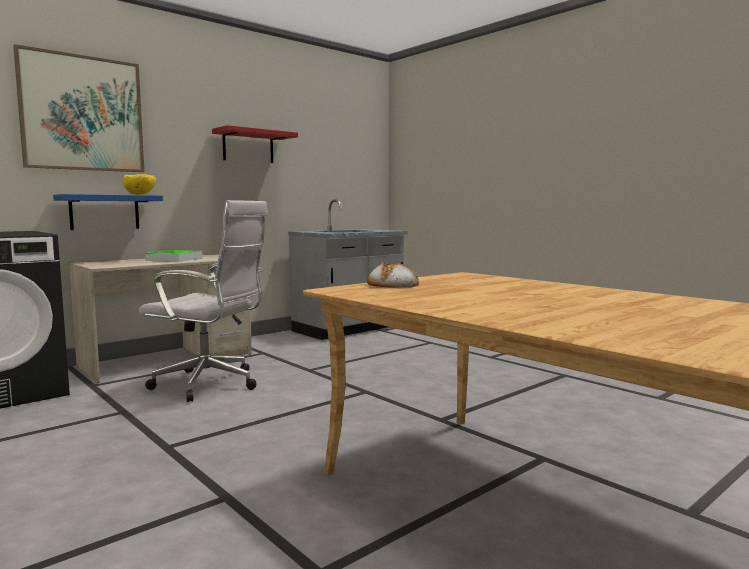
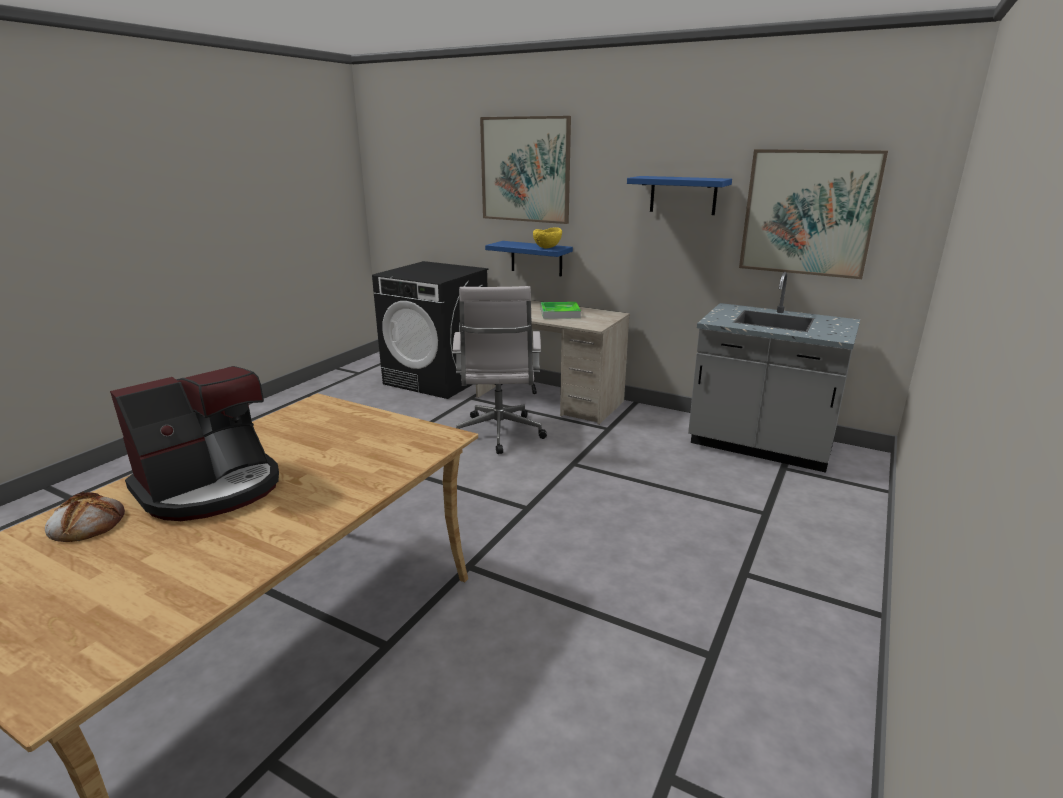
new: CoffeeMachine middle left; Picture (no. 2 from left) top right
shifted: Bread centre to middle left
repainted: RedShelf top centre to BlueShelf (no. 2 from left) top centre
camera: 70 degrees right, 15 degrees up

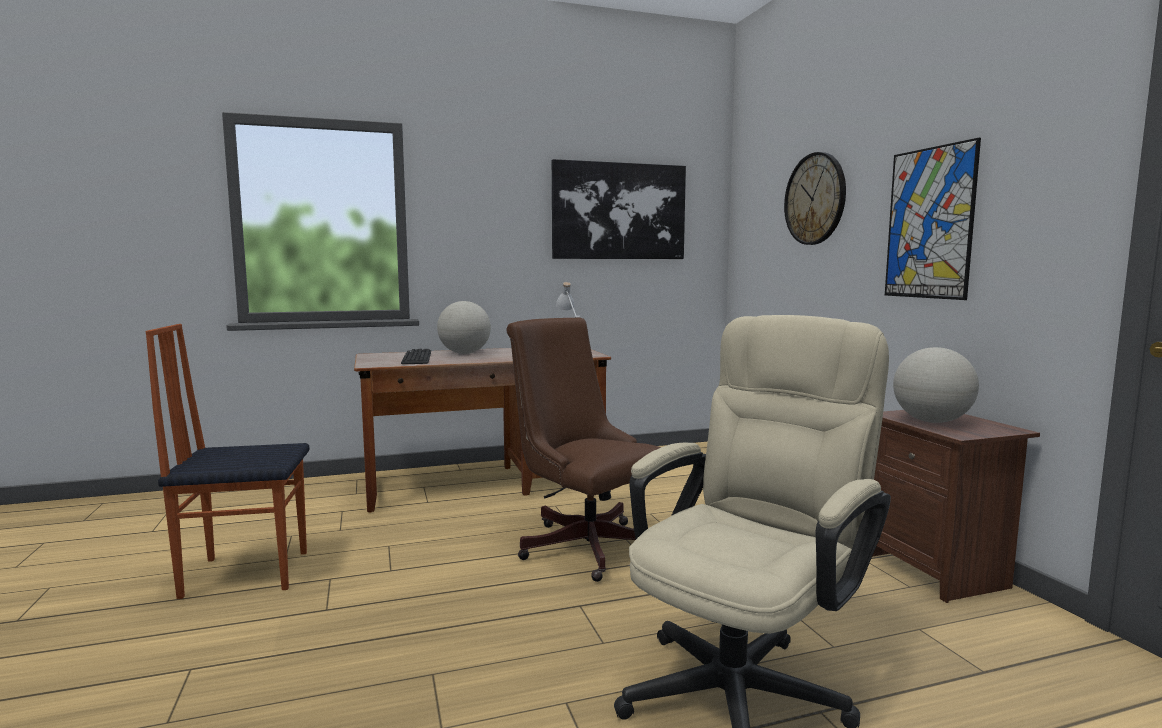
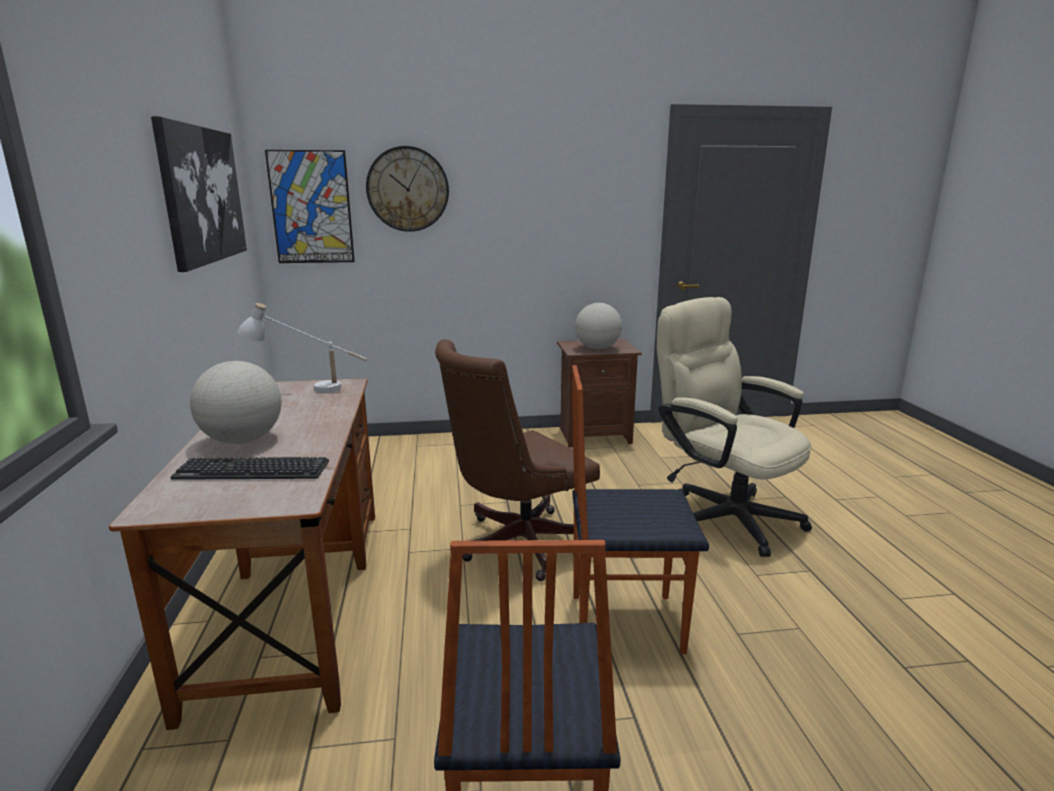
new: Chair (no. 2 from left) centre
shifted: Picture (no. 2 from left) top right to top left
camera: 80 degrees left, 10 degrees up

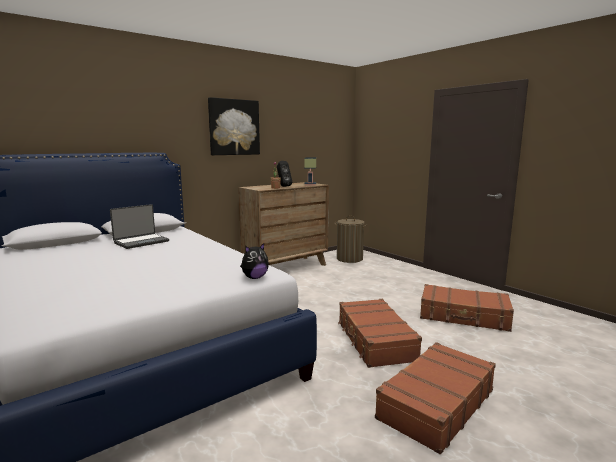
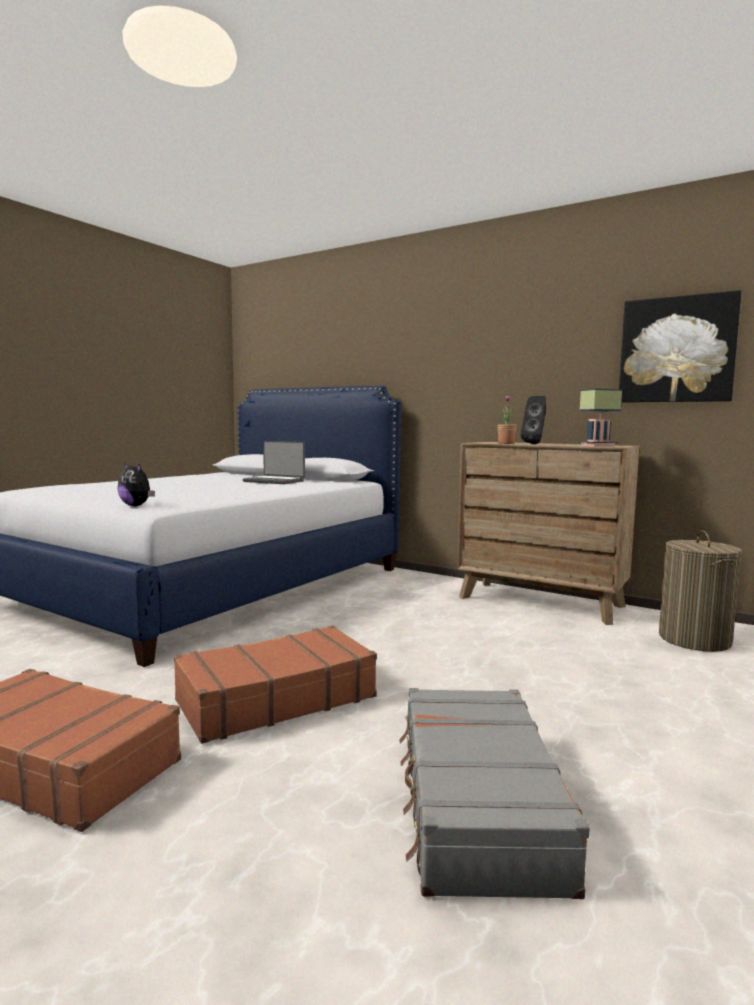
shifted: Picture top centre to middle right
repainted: BrownSuitcase (no. 3 from left) bottom right to GreySuitcase bottom centre
camera: 70 degrees right, 5 degrees down

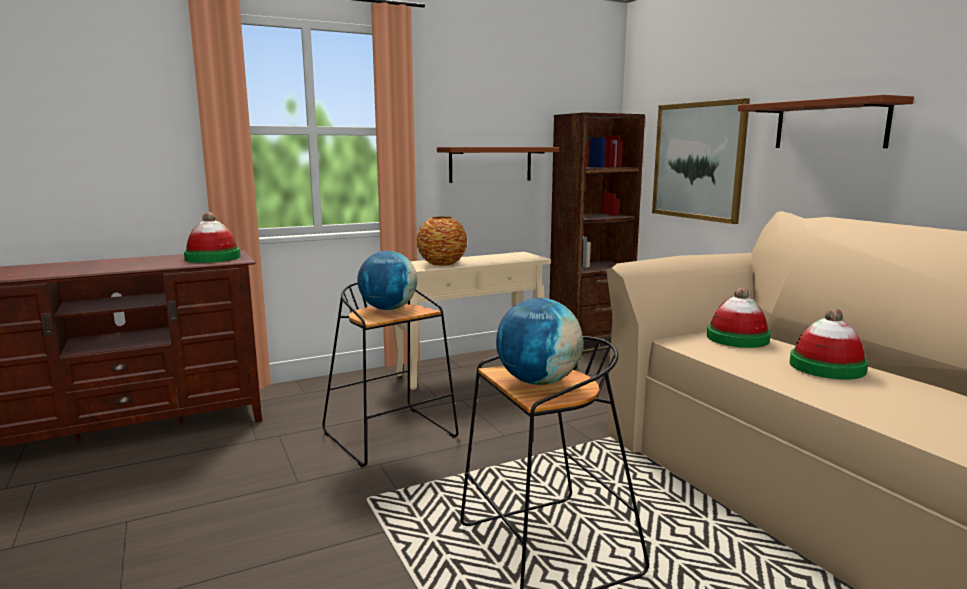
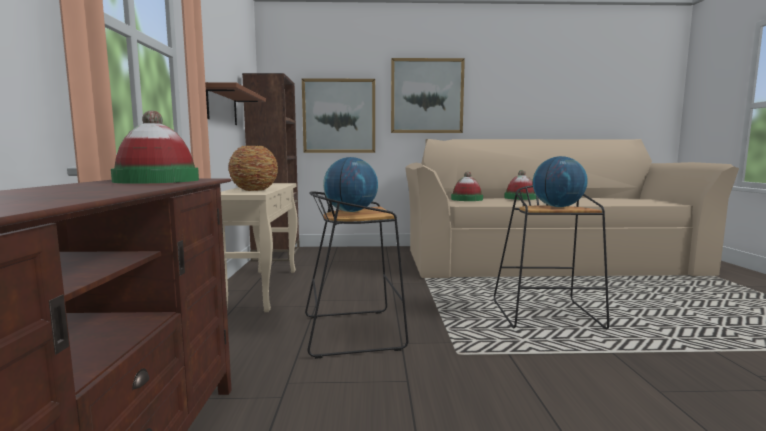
swapped: BrownShelf (no. 2 from left) top right to Picture (no. 2 from left) top centre
camera: 65 degrees left, 5 degrees down

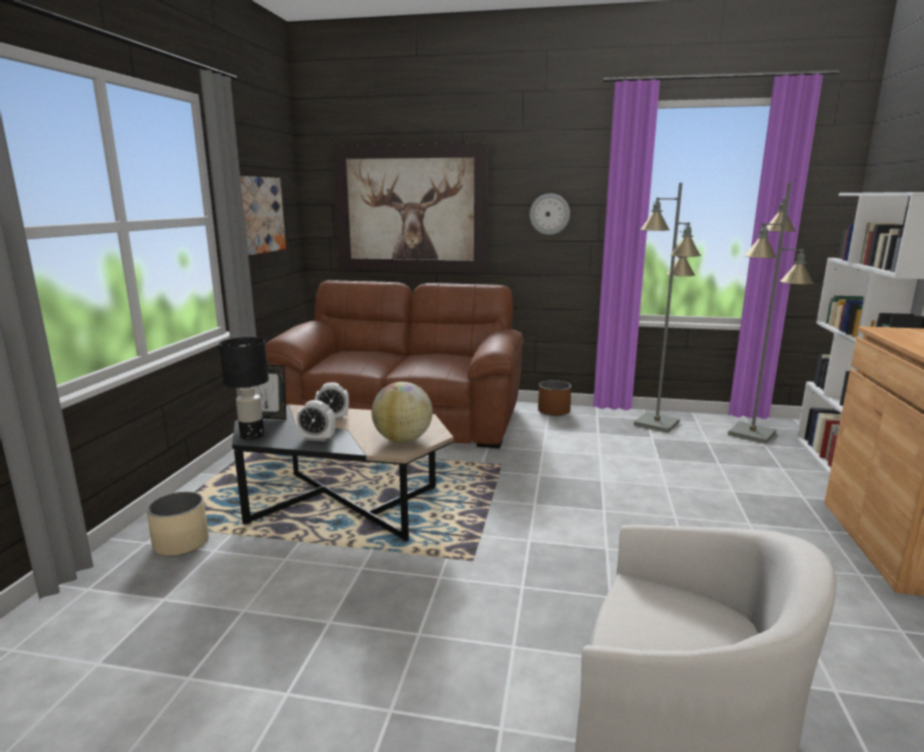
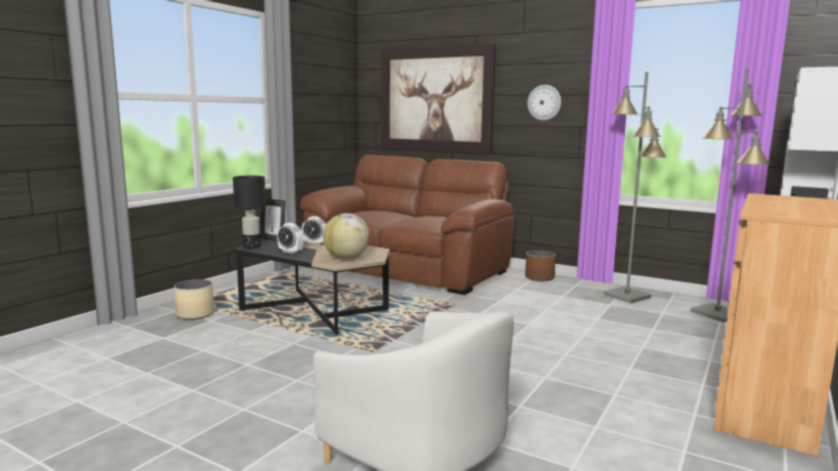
gone: Picture (no. 1 from left) top left
camera: 20 degrees right, 5 degrees down

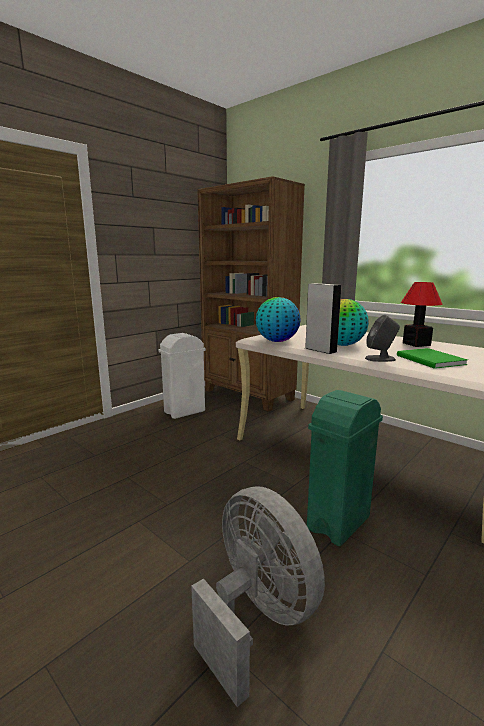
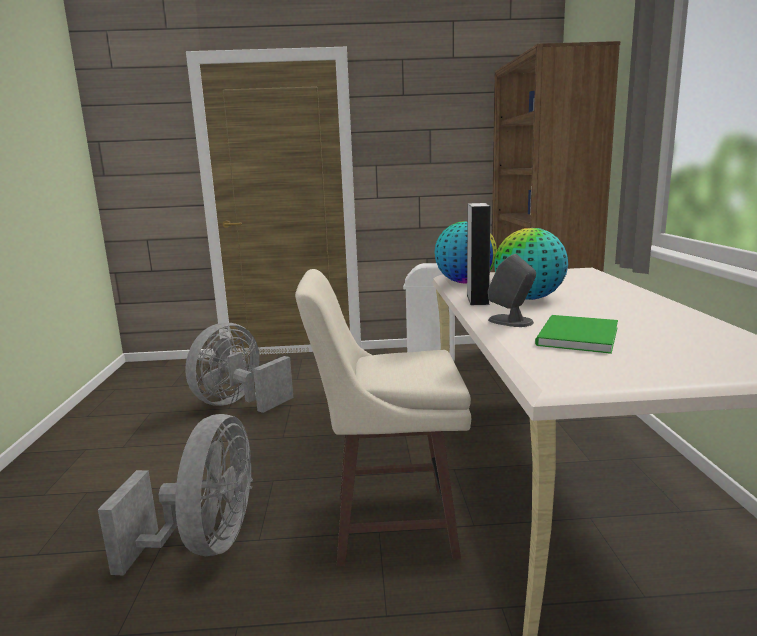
gone: TableLamp middle right
new: GreyFan (no. 2 from left) middle left
swapped: GreenTrashCan middle right to BeigeStool centre
camera: 45 degrees right, 0 degrees up

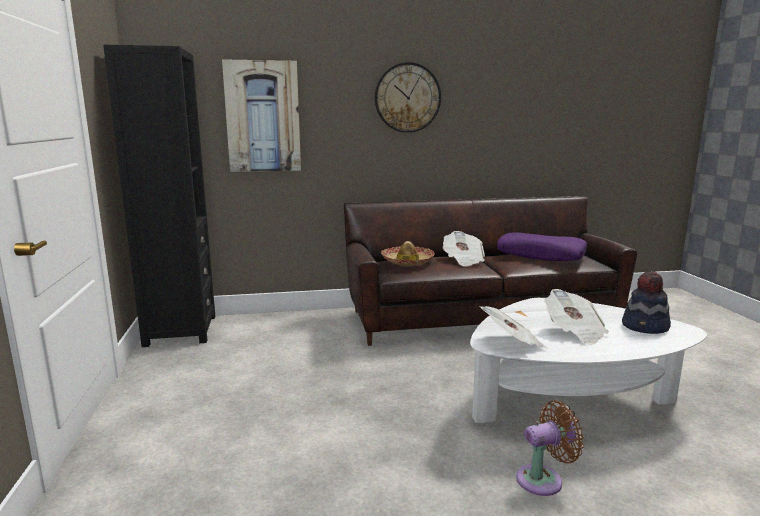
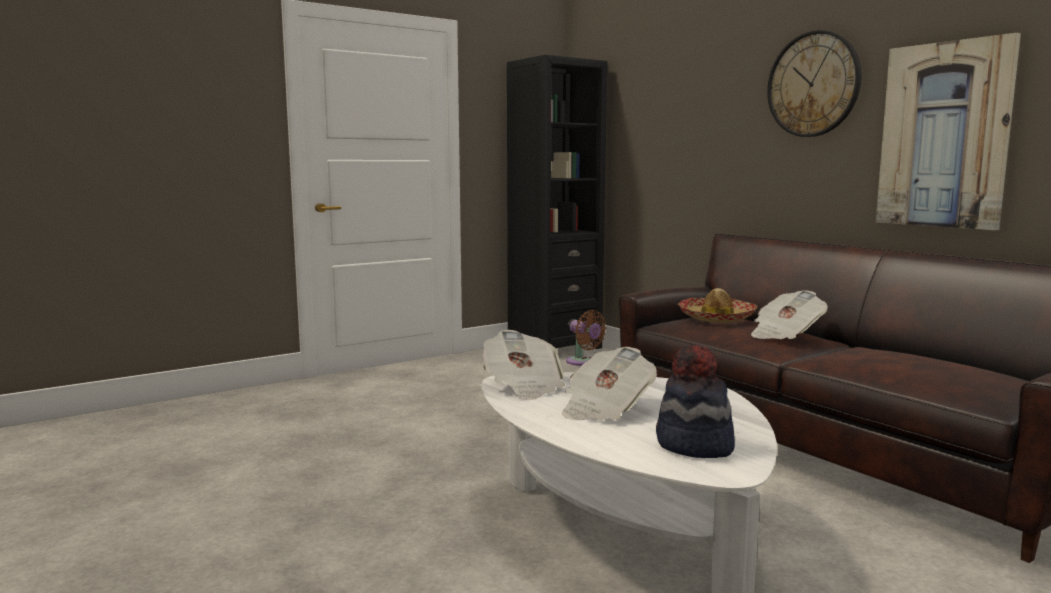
gone: PurplePillow middle right
shifted: Picture top centre to top right; BrownFan bottom right to centre
camera: 65 degrees right, 5 degrees down

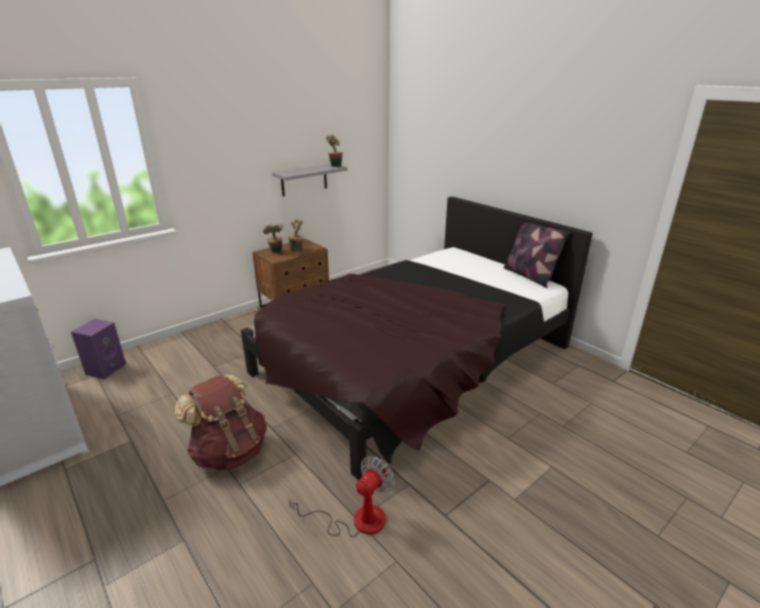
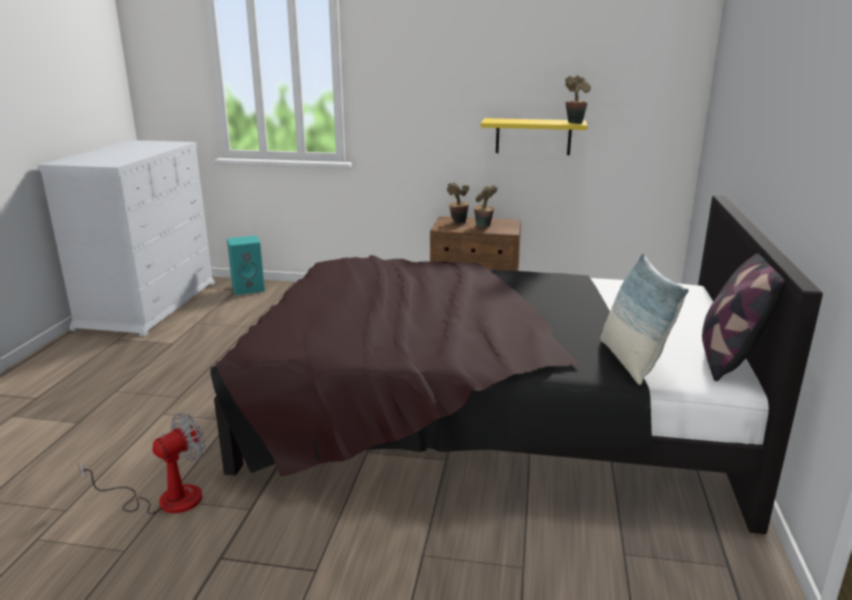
gone: BrownBackpack bottom left
new: Pillow (no. 1 from left) middle right
repainted: PurpleSpeaker middle left to TurquoiseSpeaker middle left; GreyShelf top centre to YellowShelf top centre
rotated: Fan bottom centre = bottom left 45 degrees counterclockwise
camera: 50 degrees right, 5 degrees down

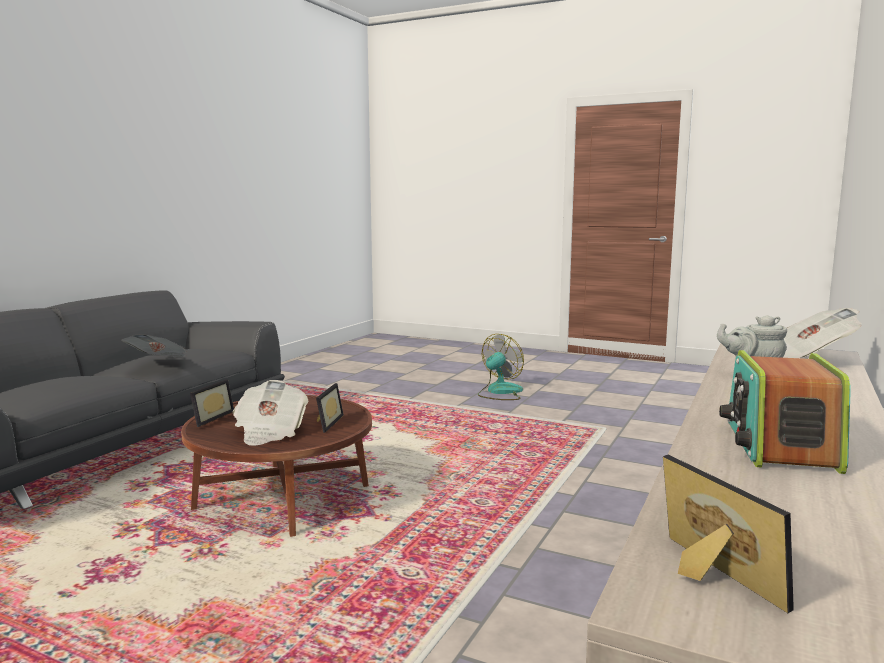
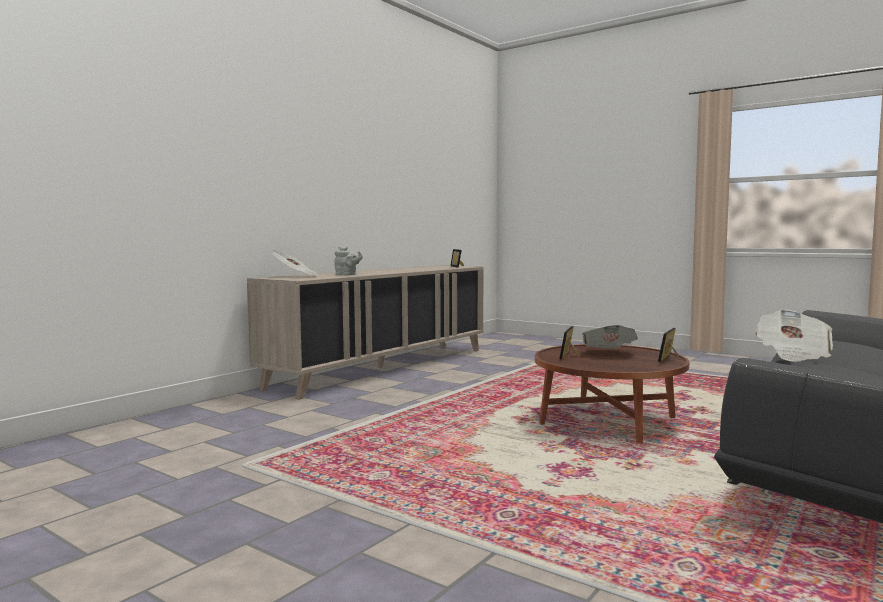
gone: Fan centre; Radio middle right
camera: 170 degrees left, 5 degrees down

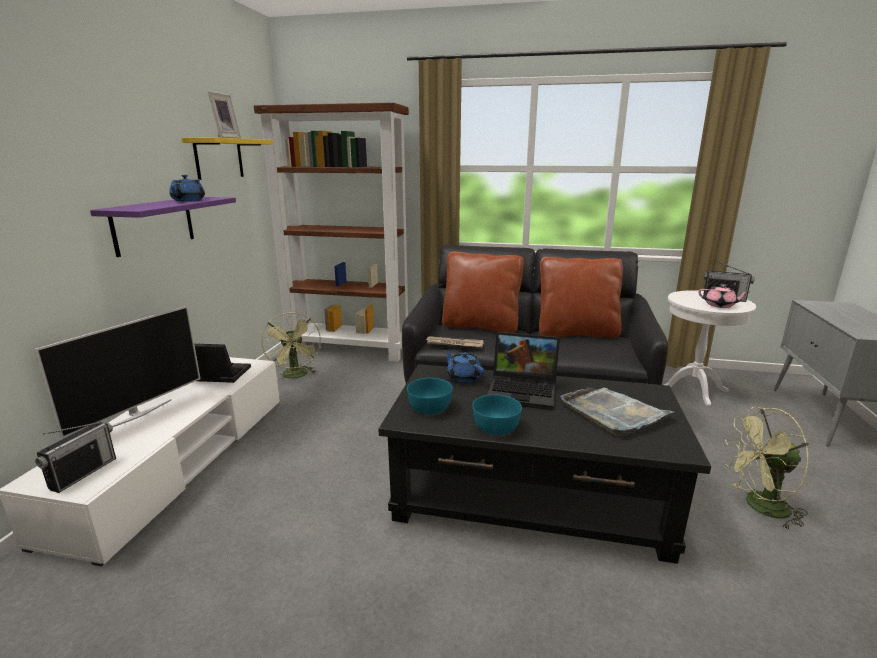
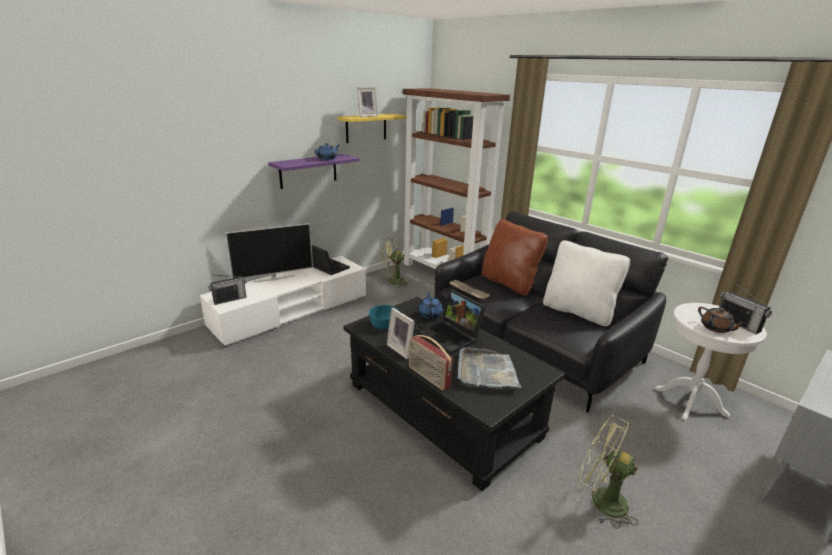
new: Radio (no. 2 from left) centre
swapped: TurquoiseBowl (no. 2 from left) centre to PictureFrame (no. 2 from left) centre
repainted: BrownPillow (no. 2 from left) centre to WhitePillow middle right; PinkTeapot middle right to BrownTeapot middle right
rotated: GreenFan (no. 1 from left) middle left = centre 60 degrees clockwise
camera: 35 degrees right, 5 degrees up

